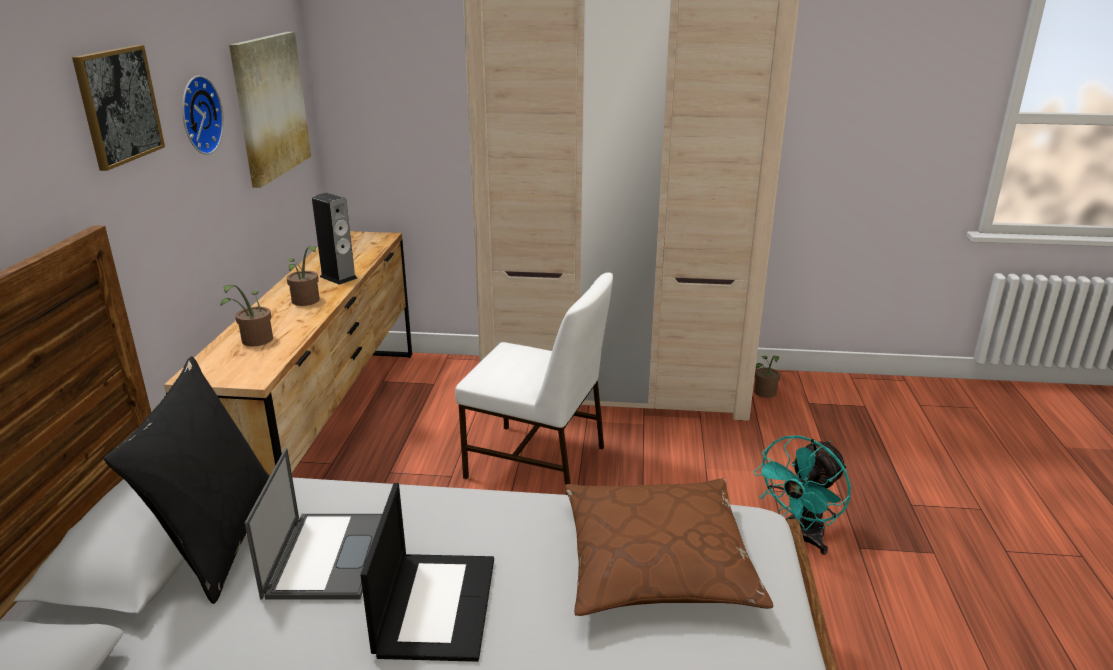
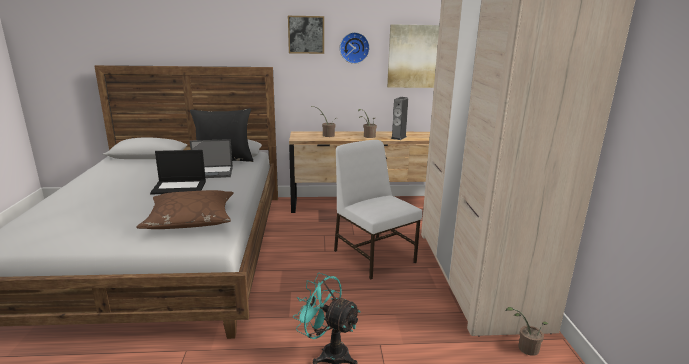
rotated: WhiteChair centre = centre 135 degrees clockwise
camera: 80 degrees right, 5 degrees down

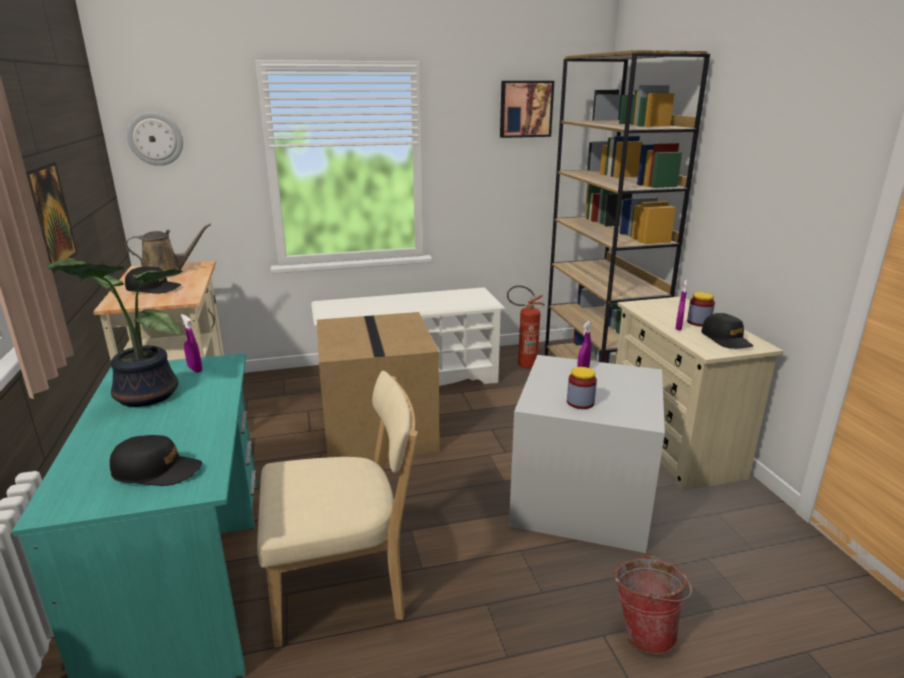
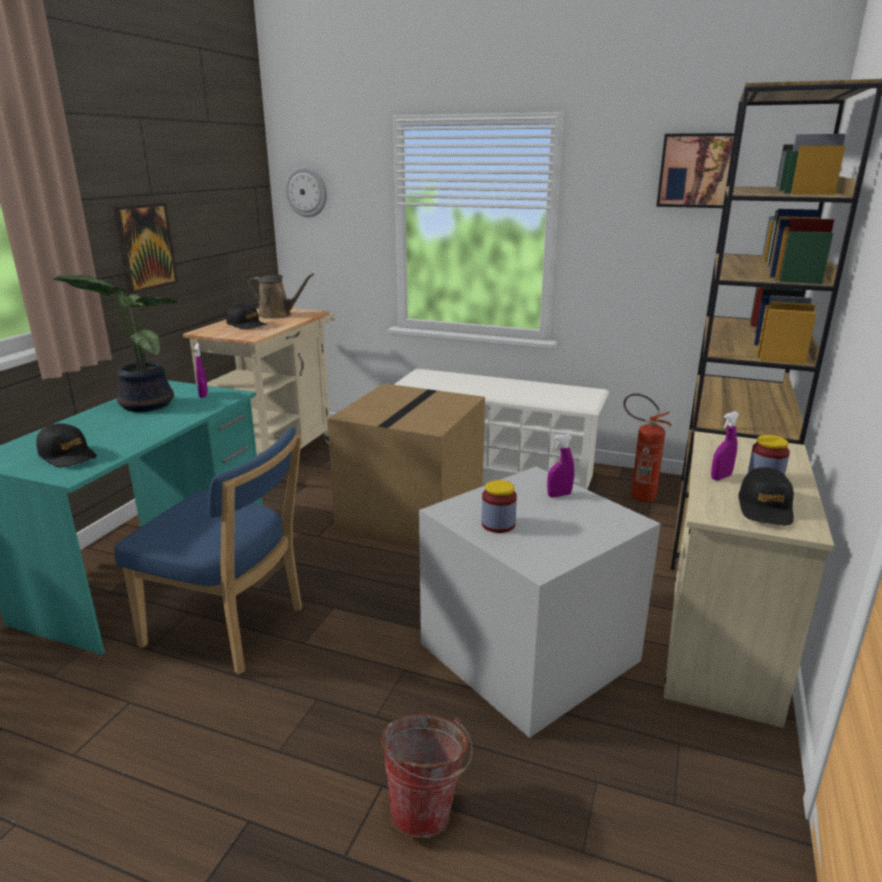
repainted: BeigeChair bottom centre to BlueChair middle left
camera: 35 degrees right, 0 degrees up

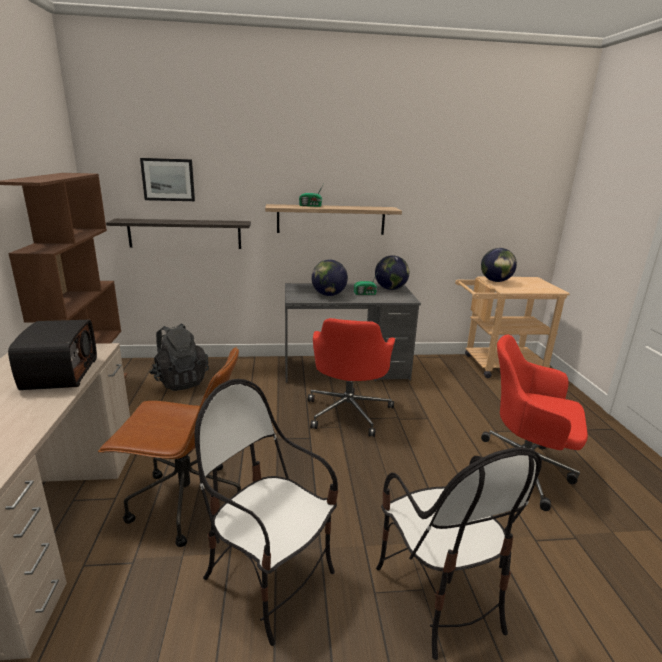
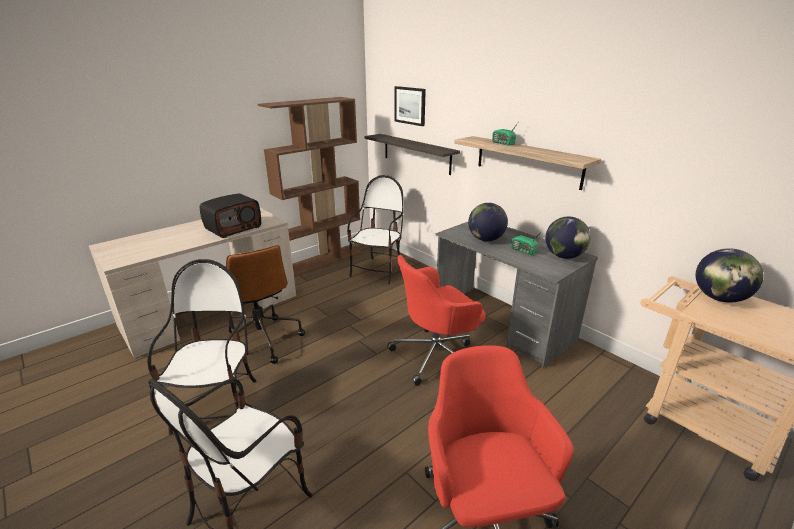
swapped: BlackBackpack middle left to Chair (no. 3 from left) centre
camera: 55 degrees right, 5 degrees up

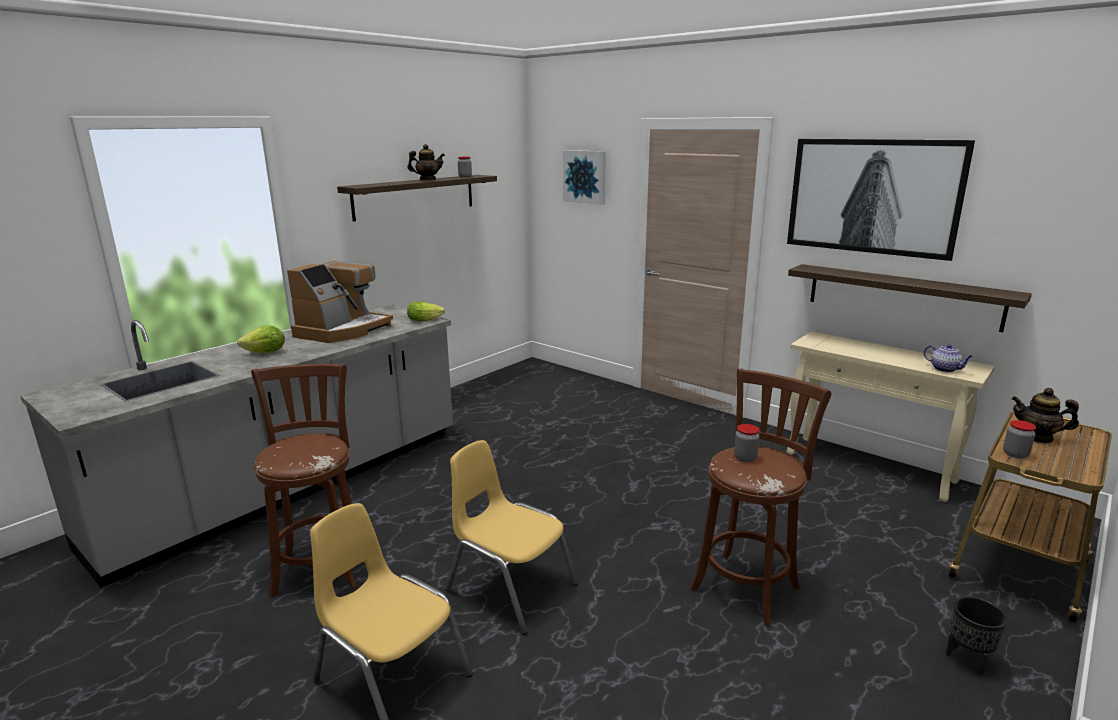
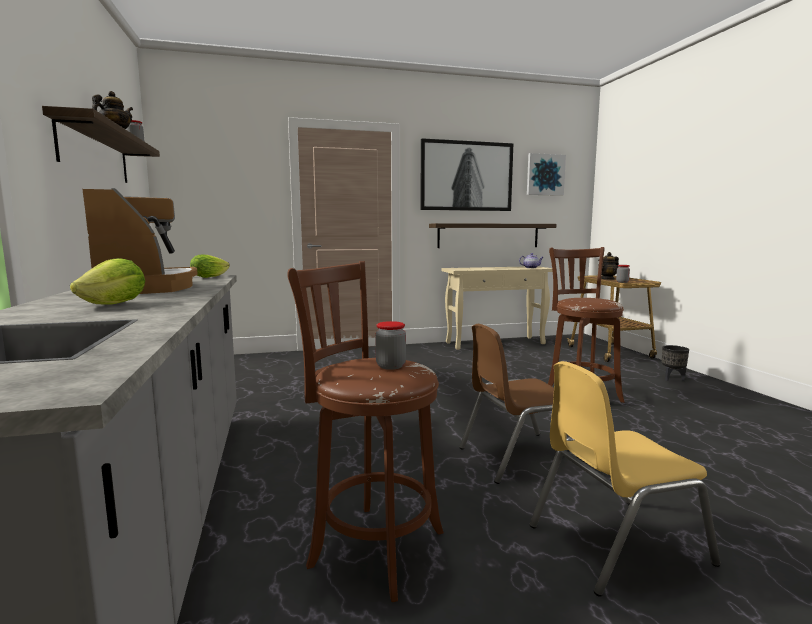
shifted: Picture (no. 1 from left in the first image) top centre to Picture (no. 2 from left) top right; Jar (no. 2 from left) middle right to centre
repainted: YellowChair (no. 2 from left) bottom centre to BrownChair centre
camera: 55 degrees left, 10 degrees down

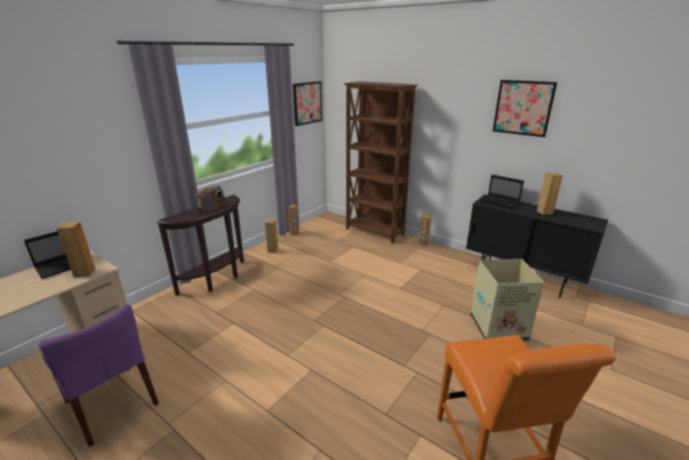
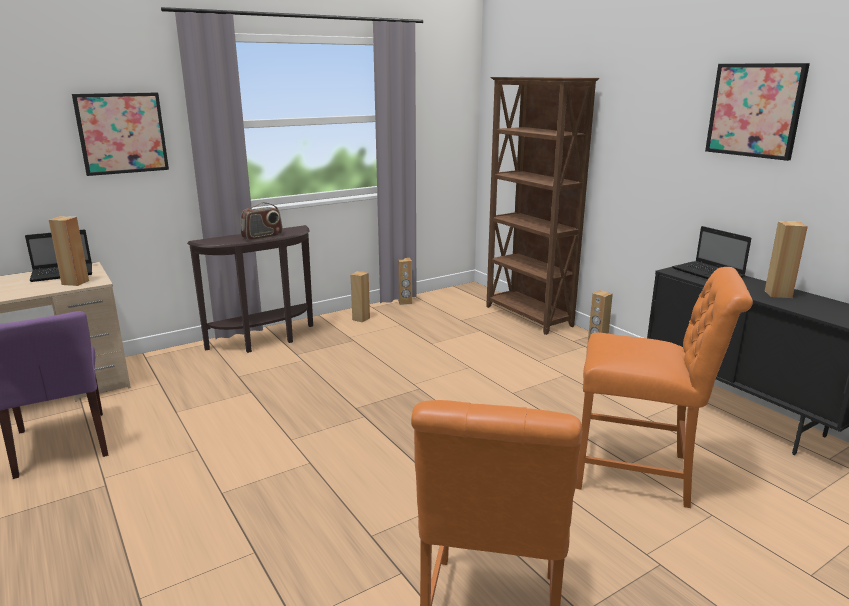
shifted: Picture (no. 1 from left) top centre to top left
swapped: CardboardBox middle right to OrangeChair (no. 2 from left) middle right
camera: 20 degrees right, 5 degrees down

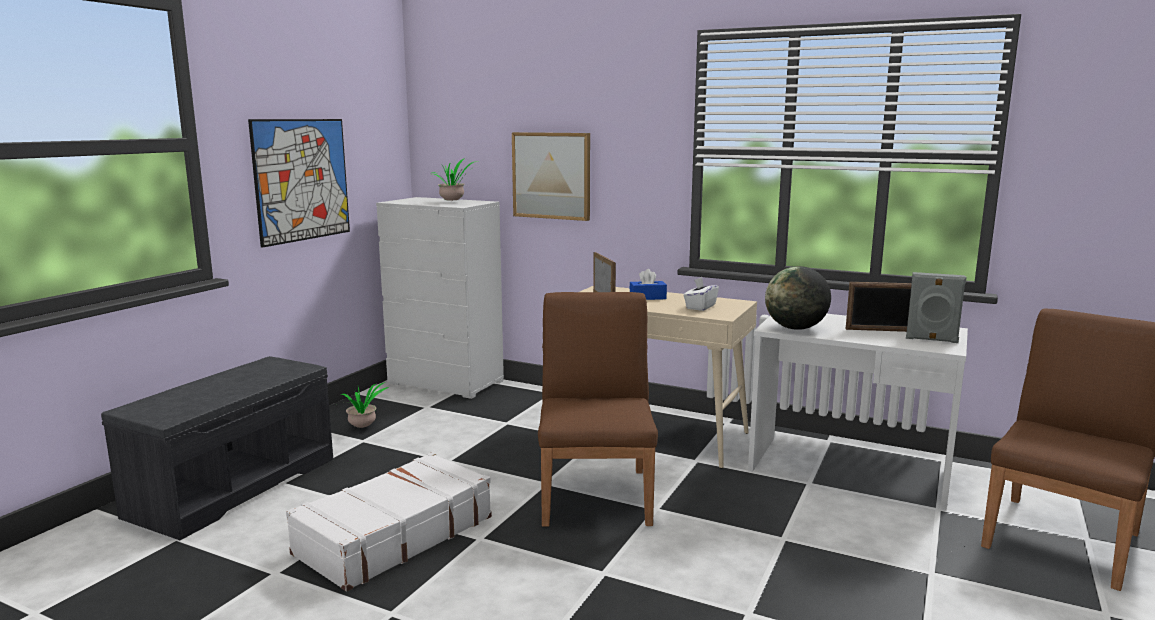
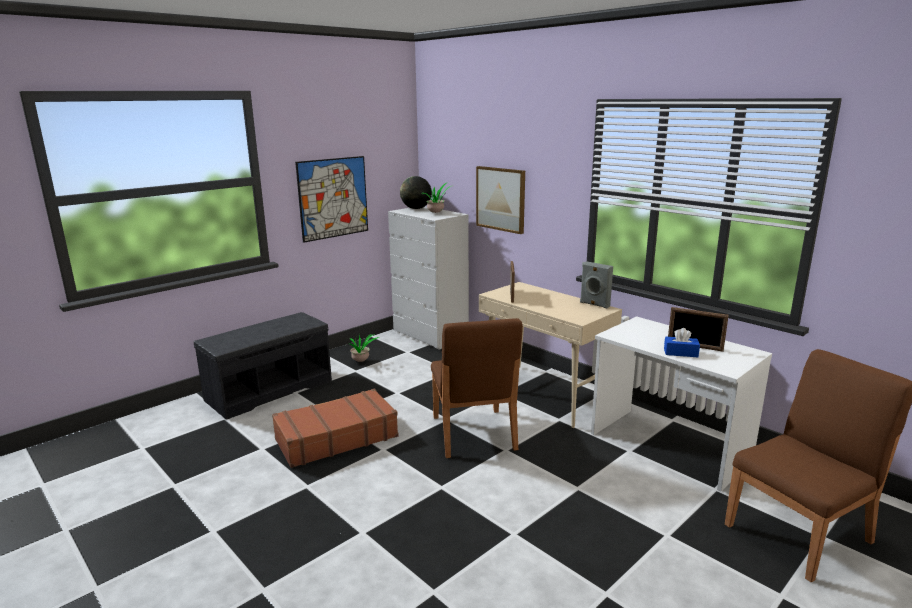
gone: WhiteTissueBox centre
shifted: BlueTissueBox centre to middle right; Globe middle right to top centre; GreySpeaker middle right to centre
repainted: WhiteSuitcase bottom centre to BrownSuitcase bottom centre
rotated: BrownChair (no. 1 from left) centre = centre 150 degrees clockwise
camera: 20 degrees right, 5 degrees up

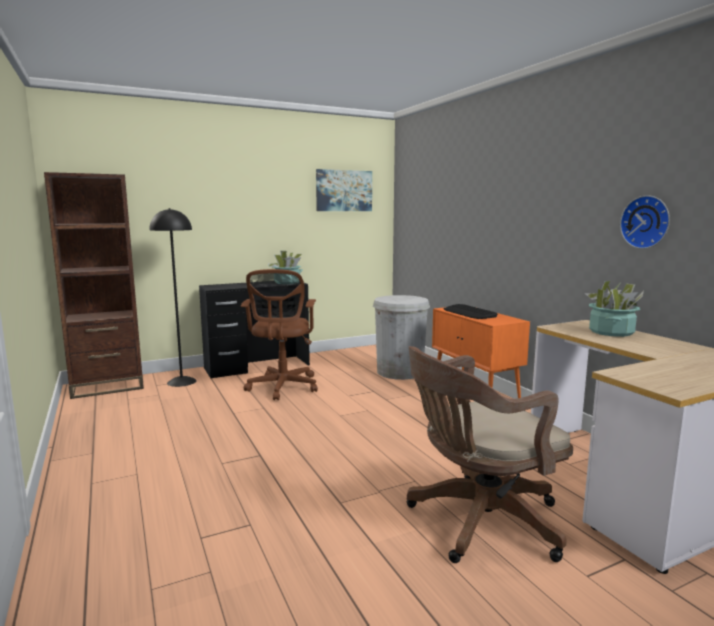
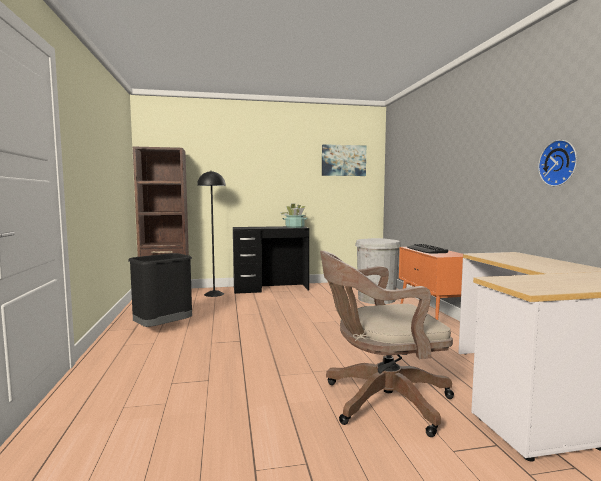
gone: BrownOfficeChair (no. 1 from left) centre; PottedPlant (no. 2 from left) middle right
new: BlackTrashCan middle left
camera: 15 degrees right, 5 degrees down

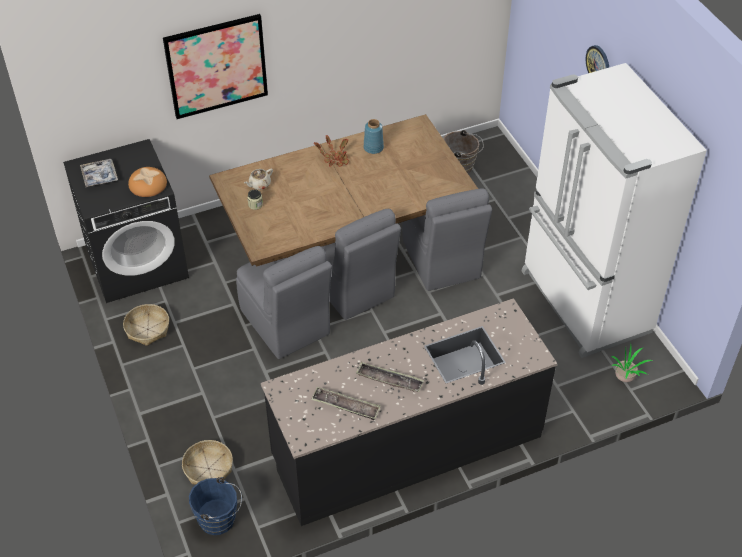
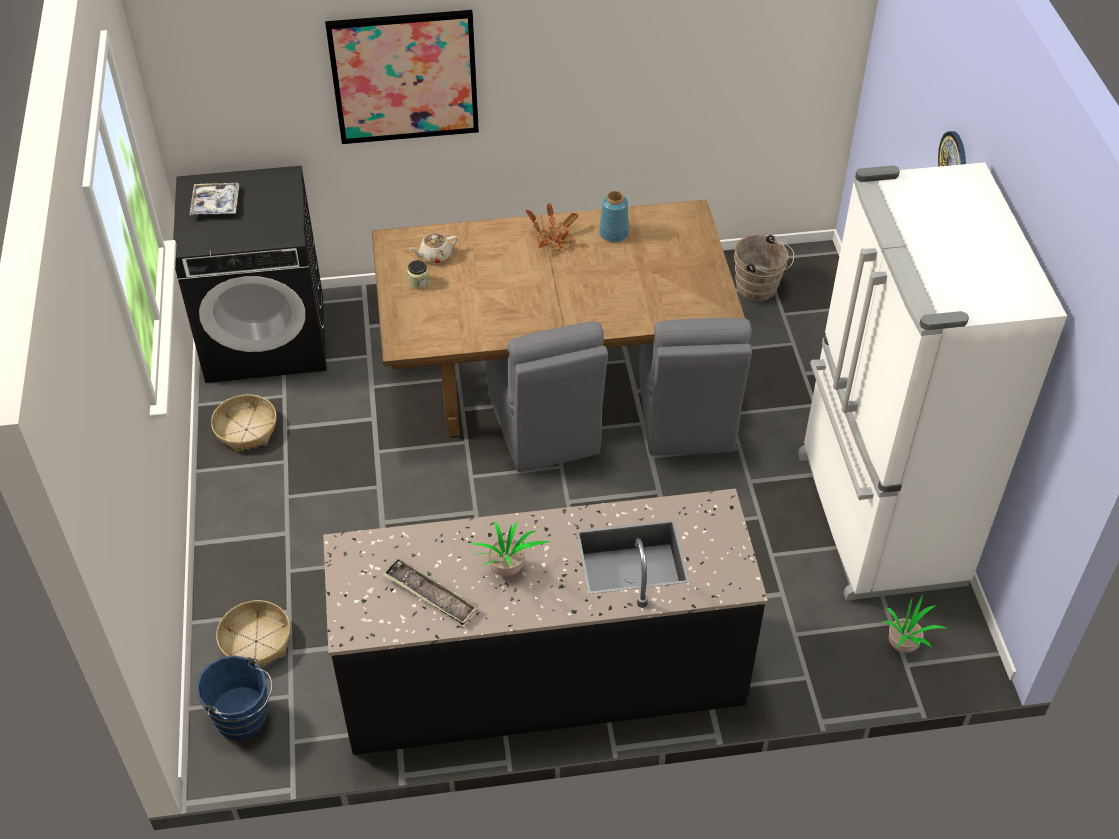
gone: Bread top left; GreyChair (no. 1 from left) centre
swapped: Tray (no. 3 from left) bottom centre to PottedPlant (no. 1 from left) centre
camera: 15 degrees right, 0 degrees up

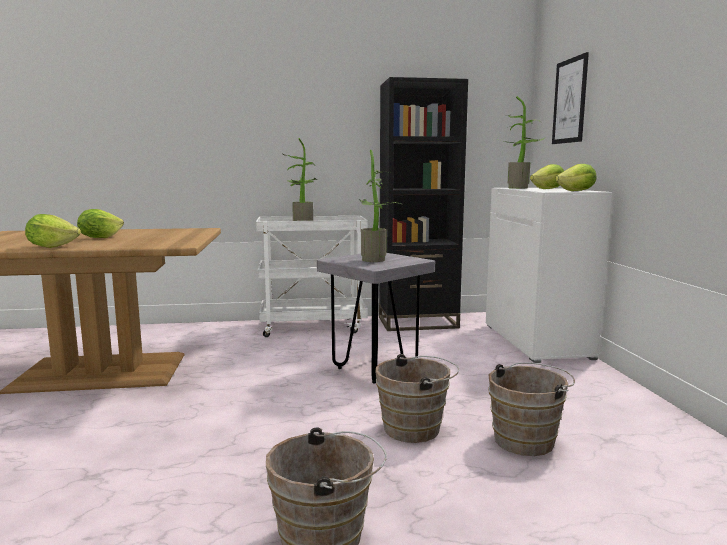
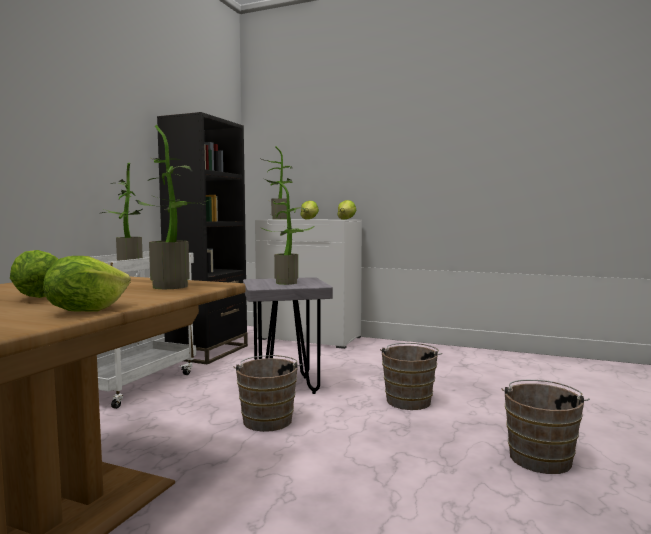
gone: Picture top right
new: PottedPlant (no. 2 from left) middle left
shifted: BrownBucket (no. 3 from left in the first image) bottom right to BrownBucket (no. 1 from left) bottom centre
camera: 60 degrees left, 5 degrees down

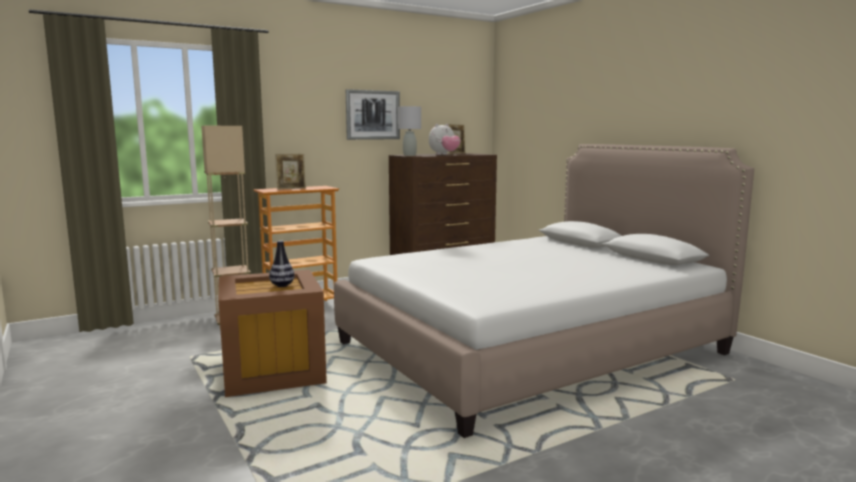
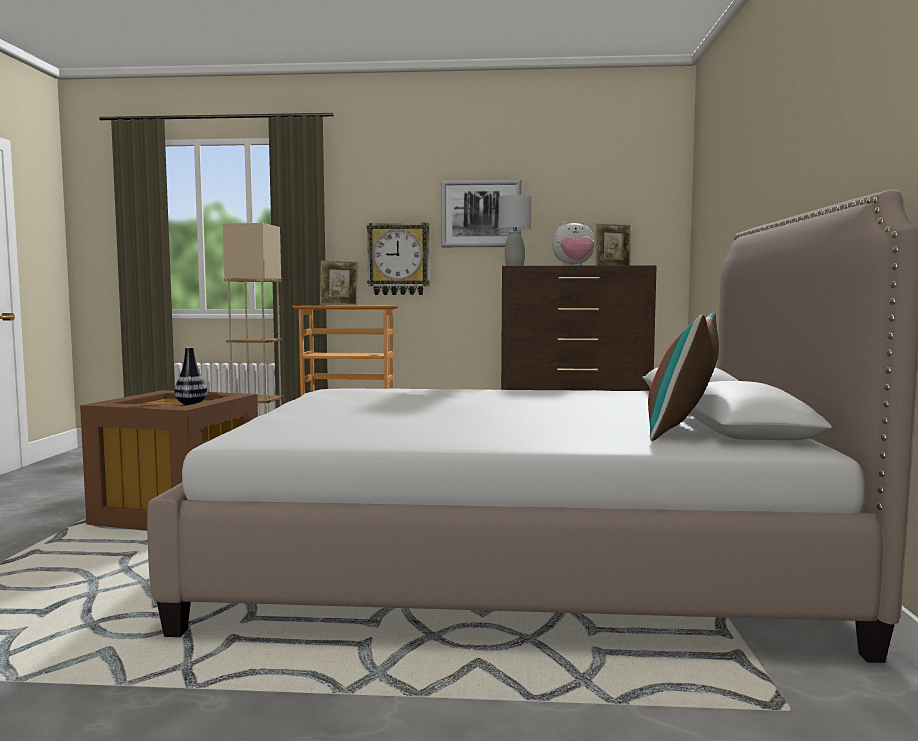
new: WallClock centre; Pillow middle right
camera: 35 degrees right, 5 degrees down

